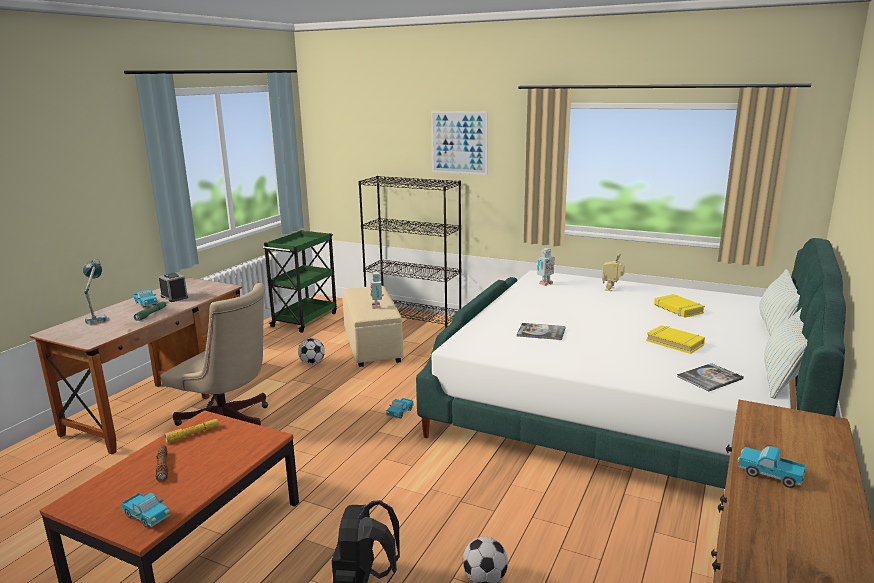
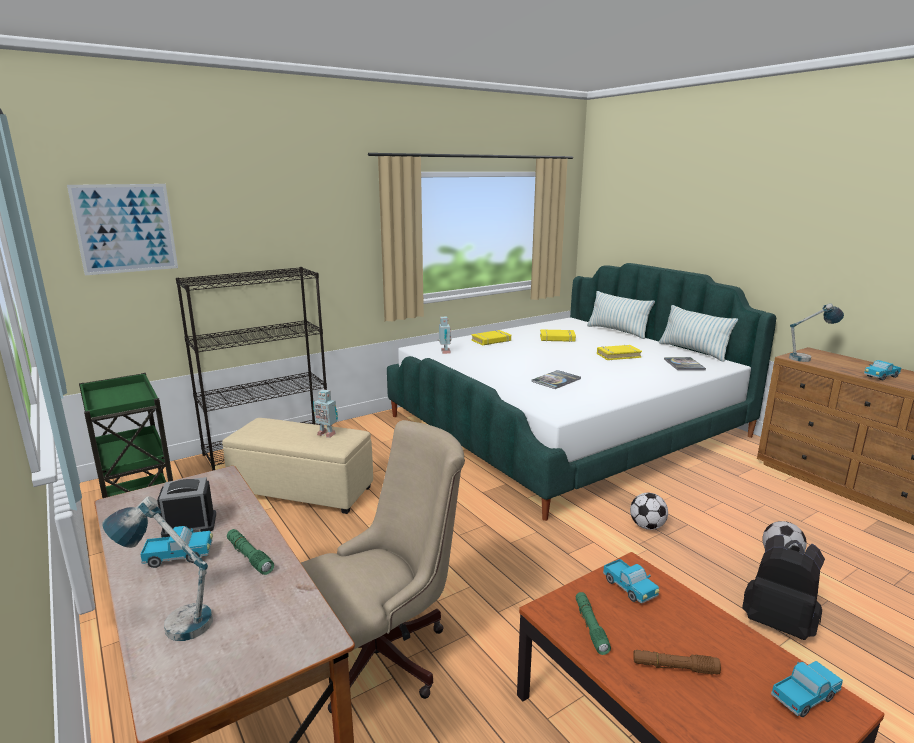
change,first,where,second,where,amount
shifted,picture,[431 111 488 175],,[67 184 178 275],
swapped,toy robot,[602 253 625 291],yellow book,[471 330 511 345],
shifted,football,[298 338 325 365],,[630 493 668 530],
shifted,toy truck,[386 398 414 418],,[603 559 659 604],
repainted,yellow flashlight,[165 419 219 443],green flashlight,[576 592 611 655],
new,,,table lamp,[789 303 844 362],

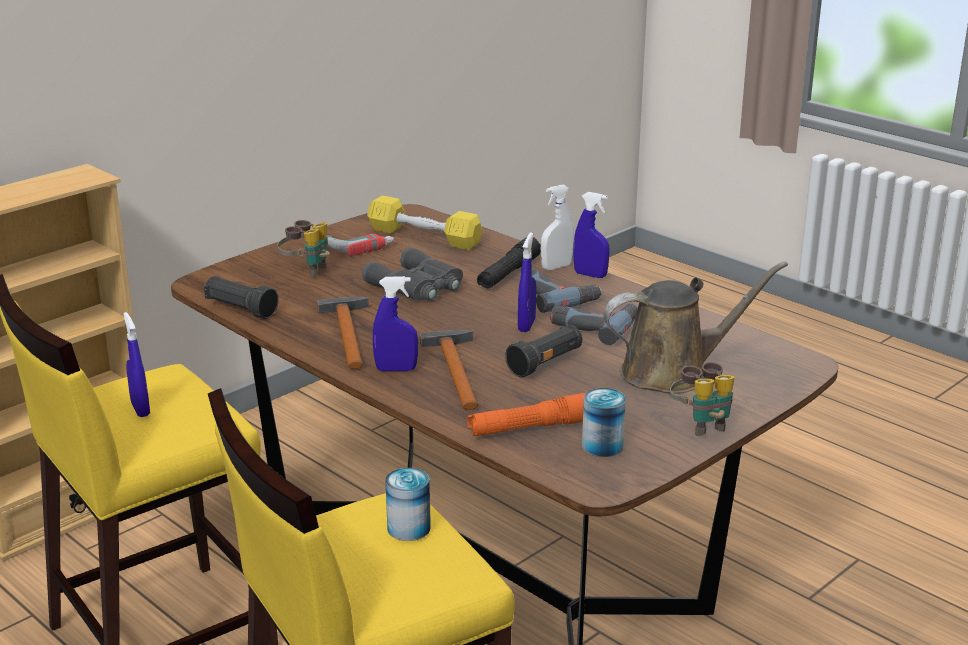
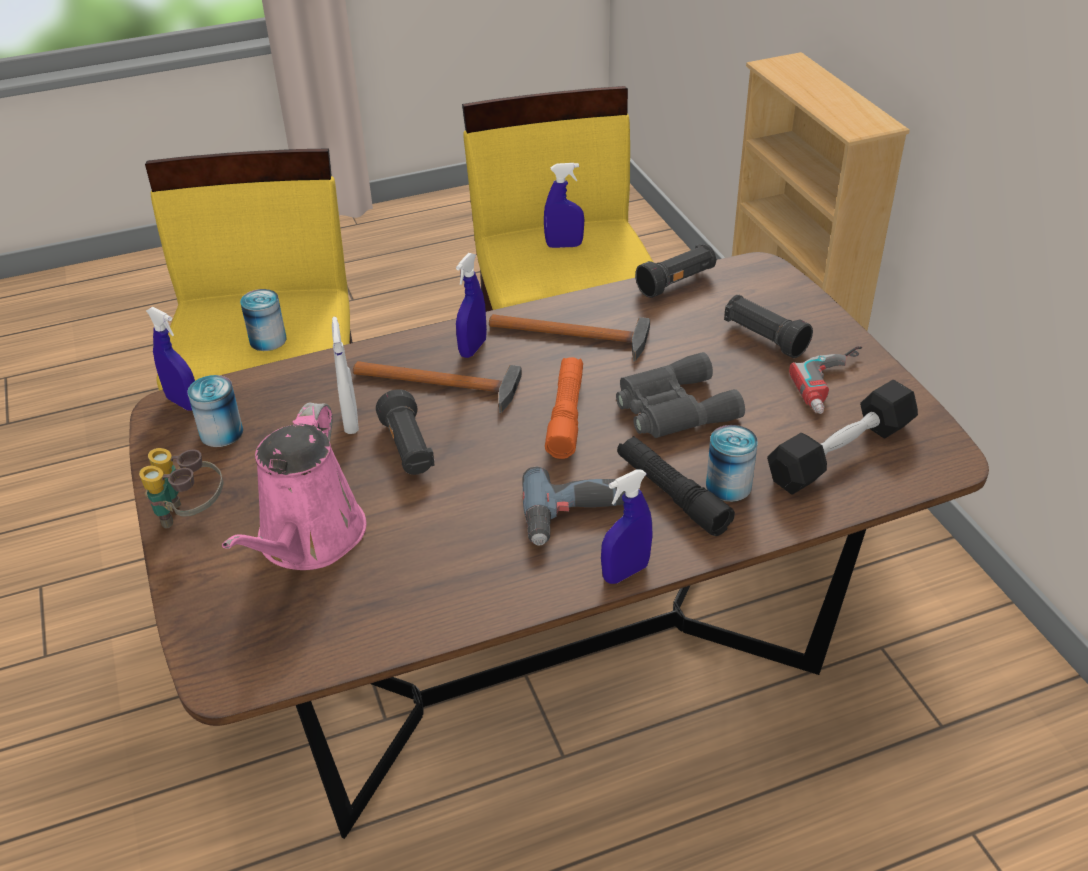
change,first,where,second,where,amount
shifted,white spray bottle,[541 185 574 270],,[332 317 359 434],
repainted,yellow dumbbell,[367 196 482 250],black dumbbell,[767 380 918 495],
swapped,binoculars,[277 220 330 277],black flashlight,[724 295 813 358],
shifted,blue spray bottle,[518 232 536 332],,[146 307 195 411],
repainted,brown watering can,[603 261 788 394],pink watering can,[222 403 366 570],
gone,power drill,[550 304 638 345],,,
shifted,orange flashlight,[467 393 585 436],,[545 357 583 459],
new,,,can,[706 425 758 502],

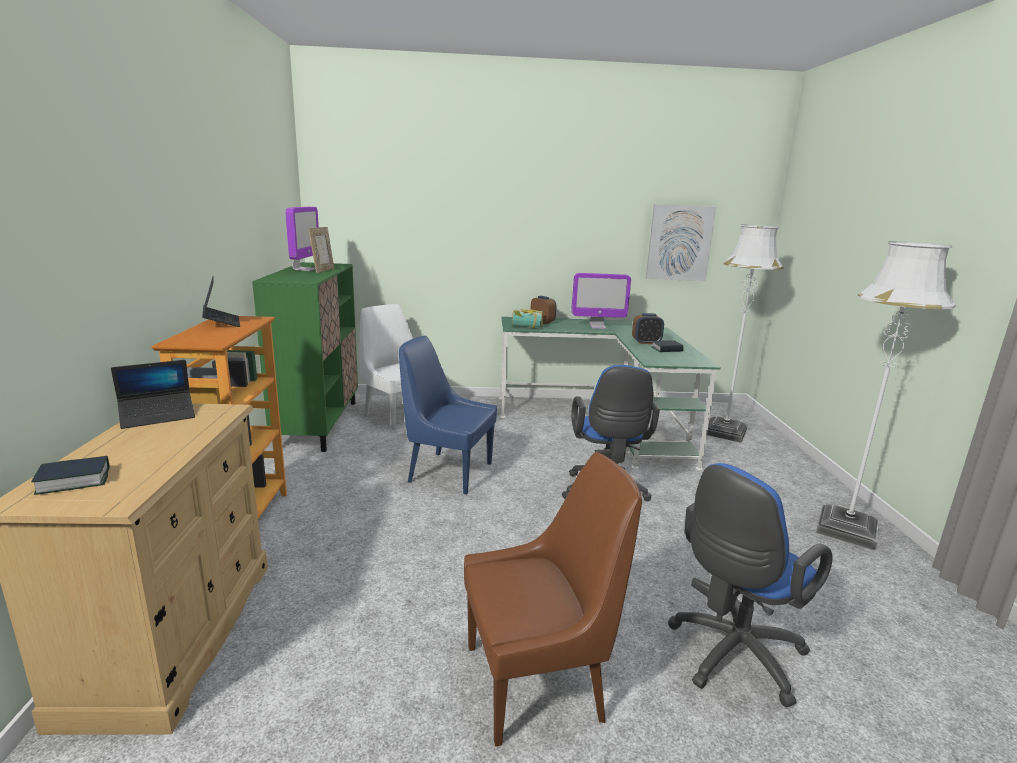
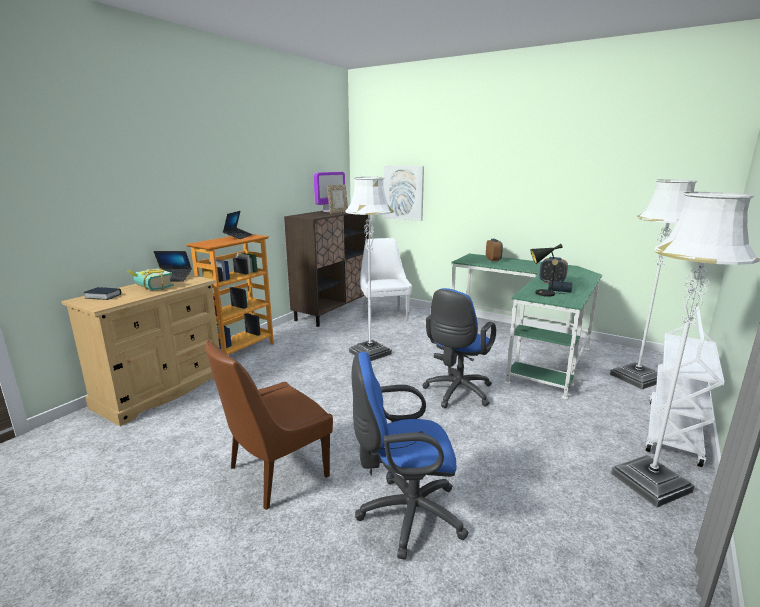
change,first,where,second,where,amount
shifted,picture,[646 204 716 281],,[384 166 424 221],
repainted,green cabinet,[252 262 358 452],brown cabinet,[284 211 369 327],
gone,monitor,[571 273 631 329],,,
shifted,book,[512 309 543 328],,[126 268 174 290],
swapped,blue chair,[399 336 497 494],white floor lamp,[345 177 393 361],
rotated,brown chair,[464 452 642 746],,[205 340 333 510],120 degrees clockwise
new,,,black table lamp,[530 244 567 297],
new,,,white cart,[645 306 725 467],

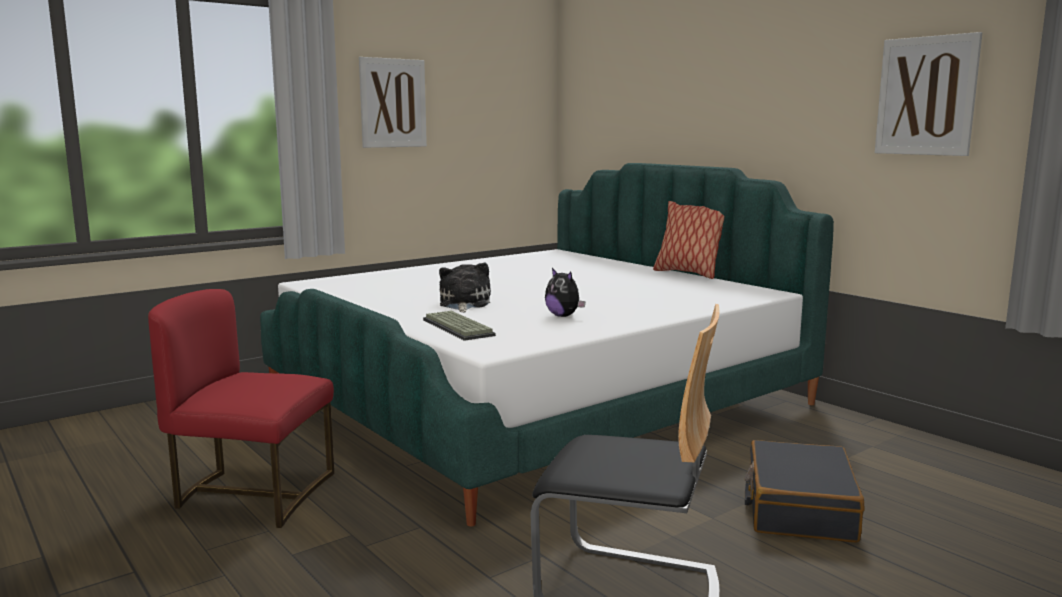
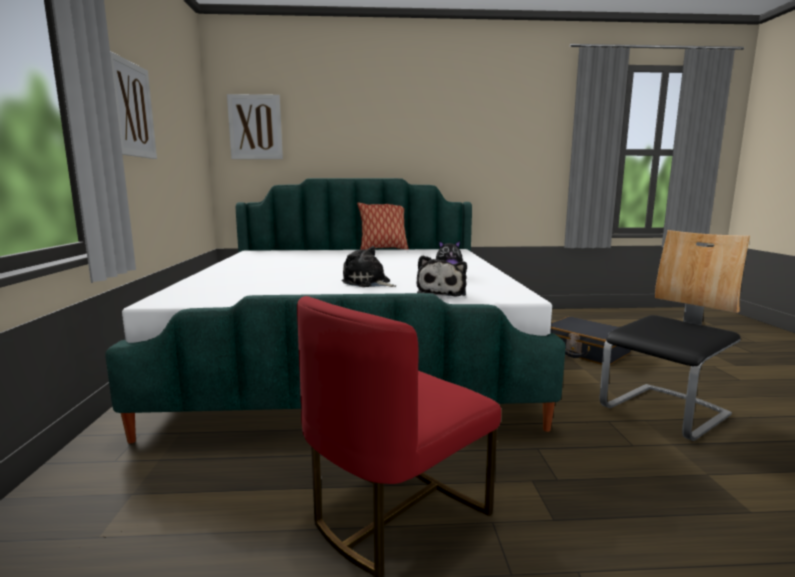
change,first,where,second,where,amount
shifted,picture,[875 32 982 156],,[227 94 283 159],
swapped,keyboard,[423 311 496 341],plush toy,[416 255 467 297],

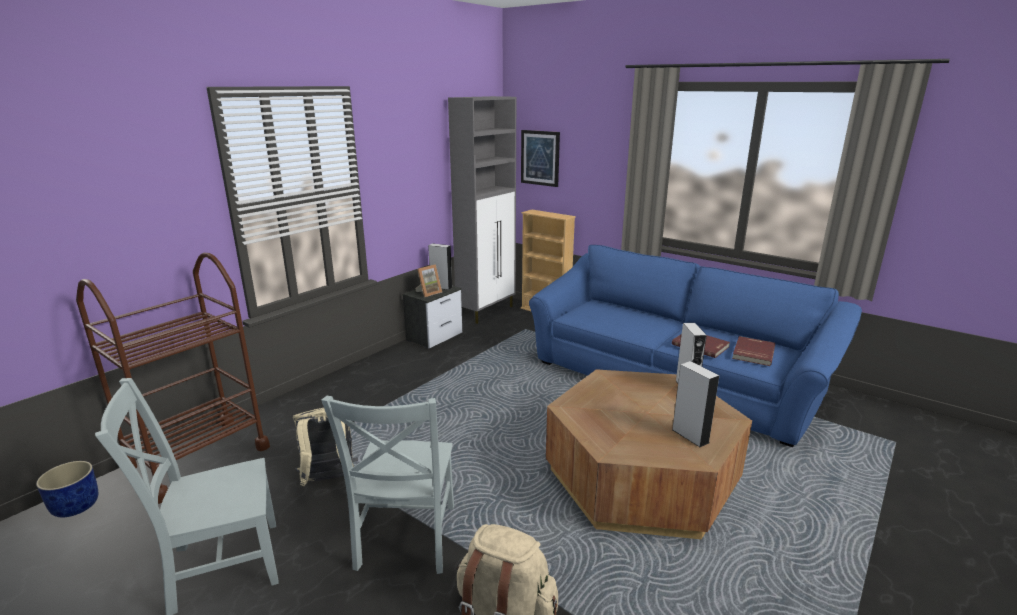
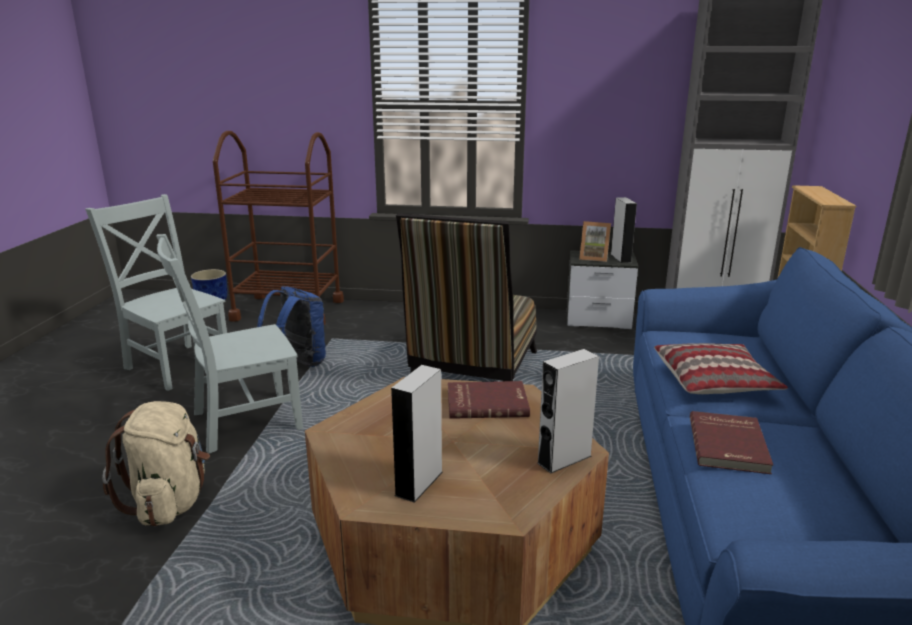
change,first,where,second,where,amount
gone,picture,[521 130 560 187],,,
shifted,red book,[732 336 775 366],,[448 381 530 419],
repainted,beige backpack,[293 408 358 486],blue backpack,[257 286 326 367],
new,,,chair,[396 213 537 381],
new,,,pillow,[654 343 788 394],

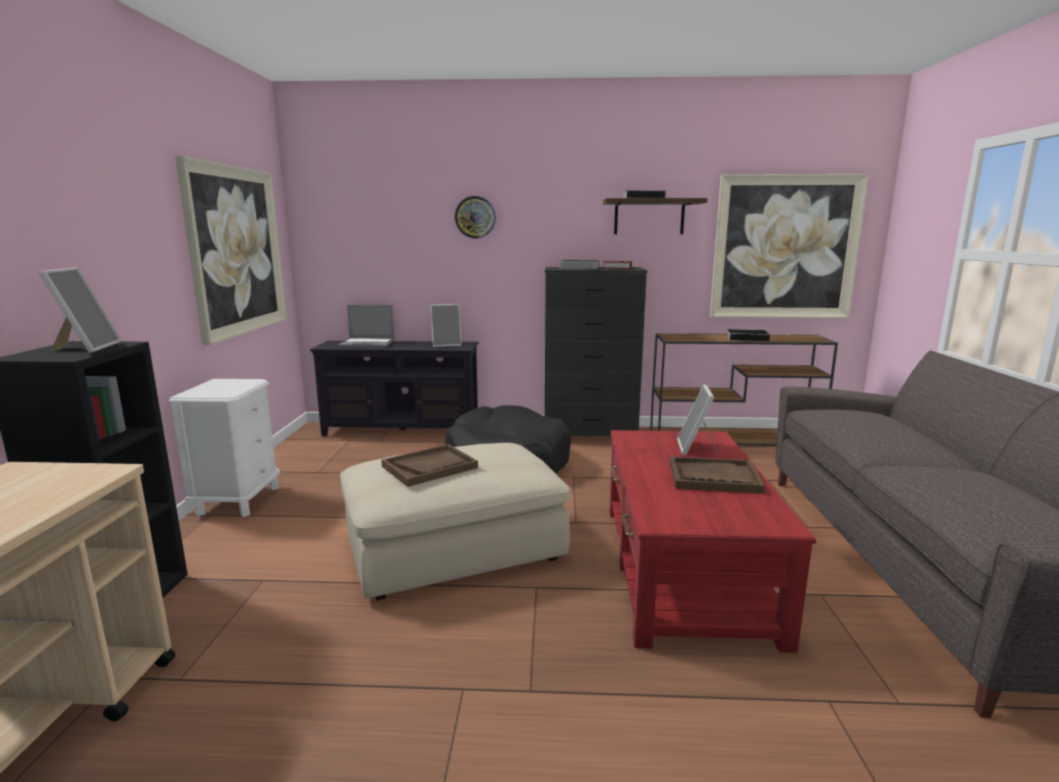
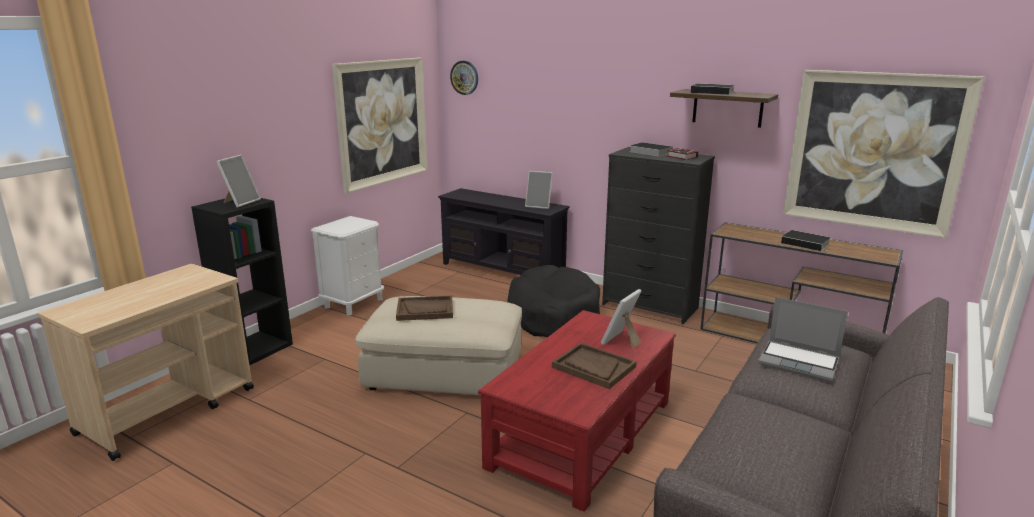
change,first,where,second,where,amount
shifted,wall clock,[455 196 496 238],,[450 61 478 95],
shifted,laptop,[339 305 395 348],,[758 297 848 382],

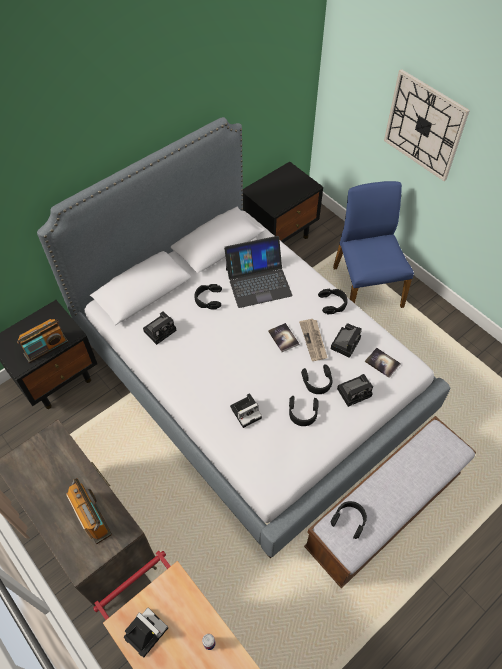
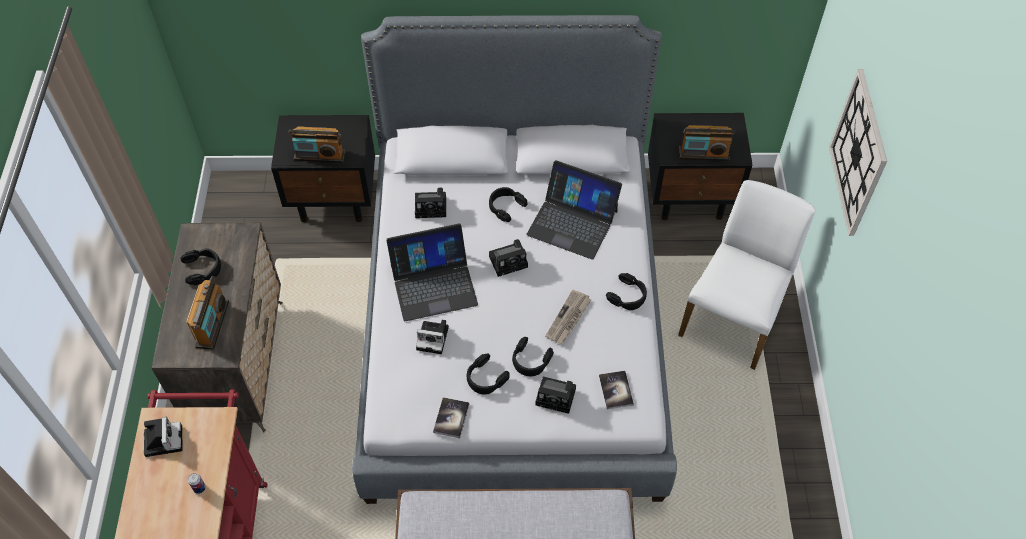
change,first,where,second,where,amount
repainted,blue chair,[333 181 414 308],white chair,[678 180 816 370],
shifted,book,[268 323 299 352],,[433 397 469 438],
shifted,photo camera,[331 323 362 358],,[489 239 528 277],
shifted,black headphones,[331 501 367 539],,[181 248 221 285],
new,,,radio,[679 125 735 161],
new,,,laptop,[386 223 478 321],

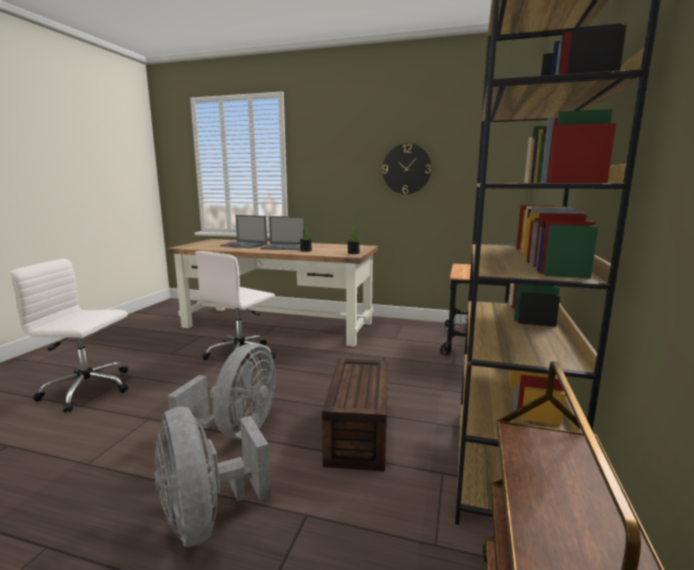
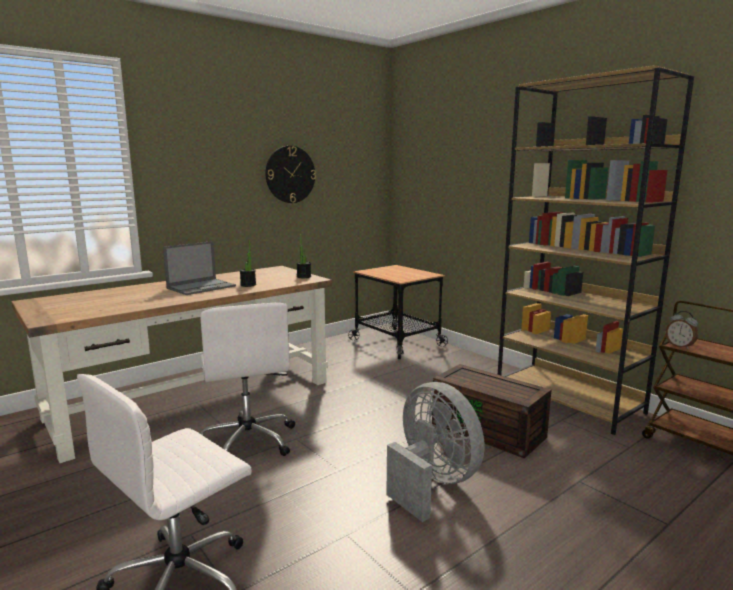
change,first,where,second,where,amount
gone,laptop,[220 215 267 248],,,
gone,grey fan,[154 407 271 547],,,
new,,,alarm clock,[666 311 698 349],

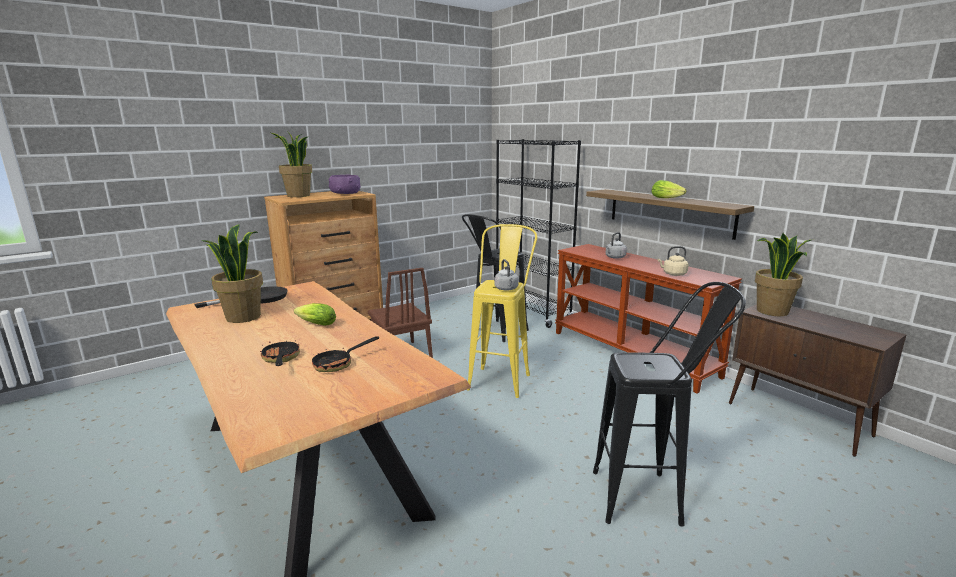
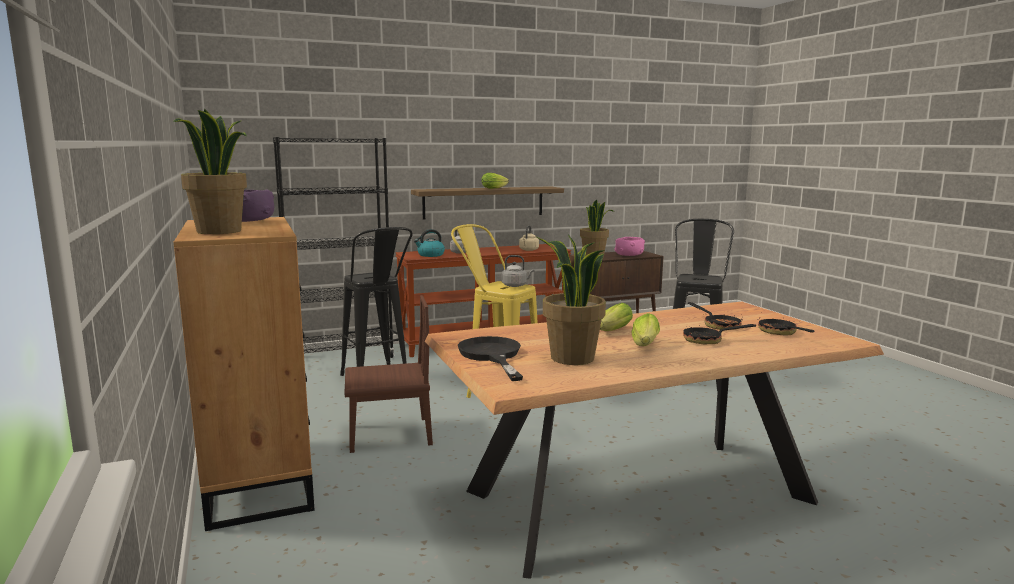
change,first,where,second,where,amount
new,,,kettle,[414 229 445 257],
new,,,pink bowl,[615 237 645 256],
new,,,lettuce,[631 313 660 346],
new,,,frying pan,[757 317 814 336],

